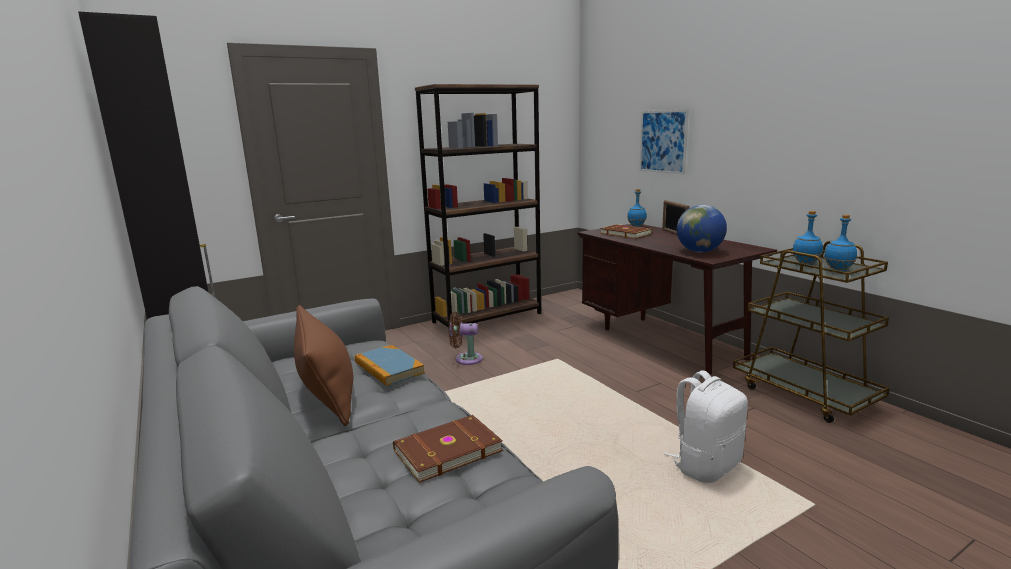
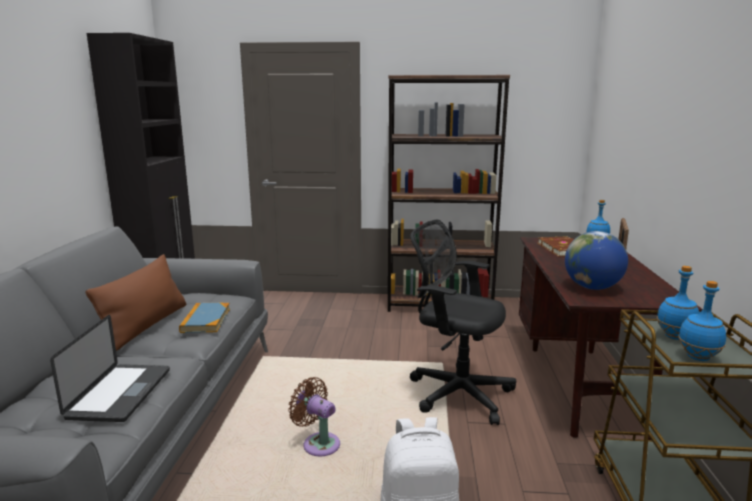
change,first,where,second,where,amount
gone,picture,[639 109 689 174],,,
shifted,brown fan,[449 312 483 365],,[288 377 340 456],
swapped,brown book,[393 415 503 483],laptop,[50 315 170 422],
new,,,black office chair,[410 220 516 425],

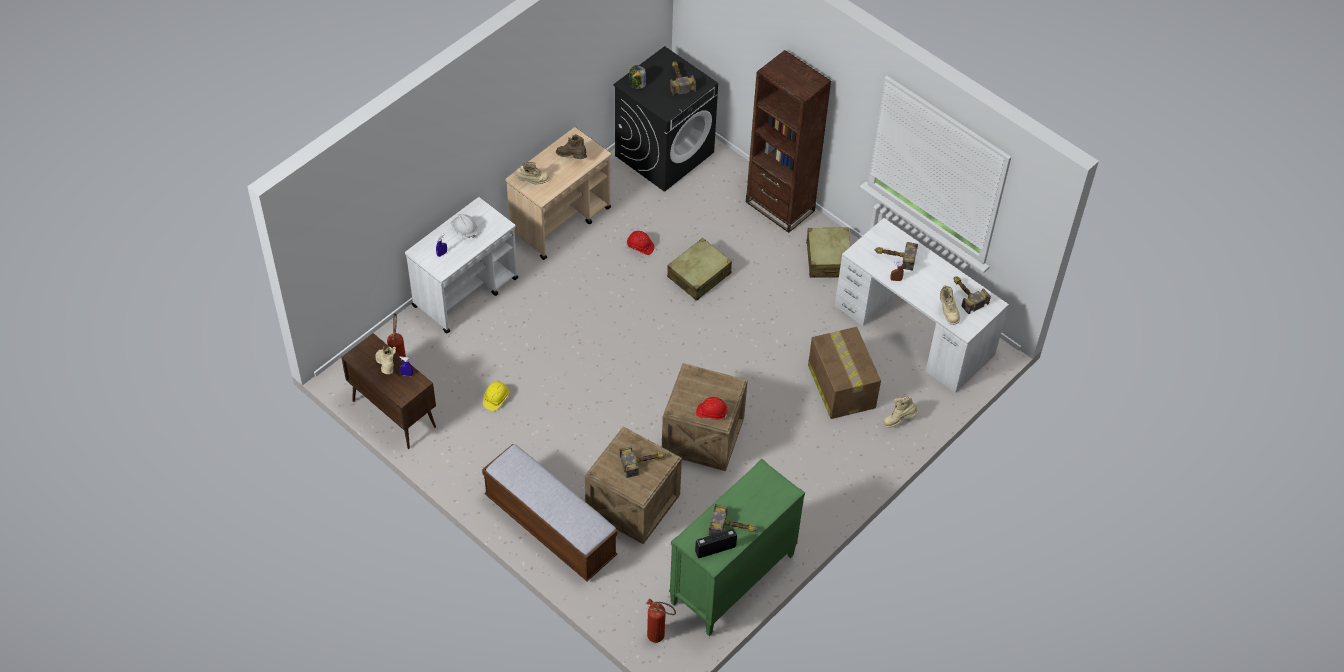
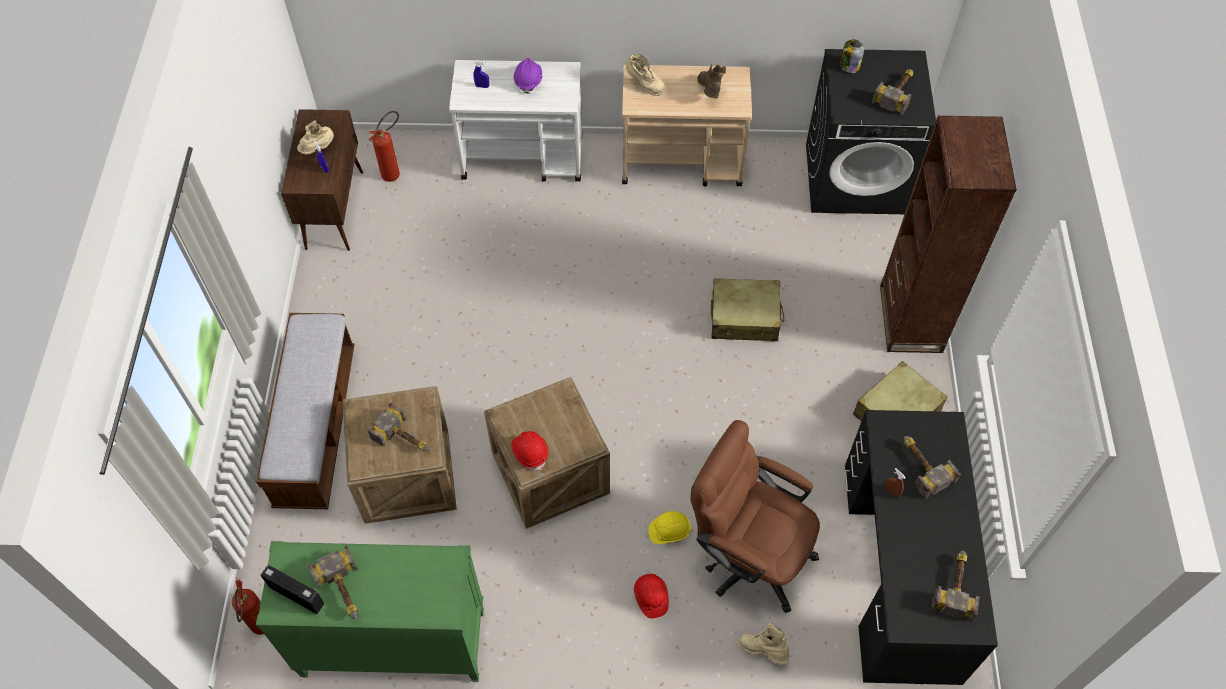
change,first,where,second,where,amount
repainted,white hard hat,[450 214 477 238],purple hard hat,[514 58 542 94],
repainted,white desk,[835 218 1009 393],black desk,[845 410 998 685],
shifted,red hard hat,[627 231 655 255],,[634 574 669 618],
gone,beige boot,[940 285 960 325],,,
swapped,cardboard box,[808 327 881 419],brown office chair,[691 420 820 613],
shifted,yellow hard hat,[483 382 509 411],,[648 511 690 544],

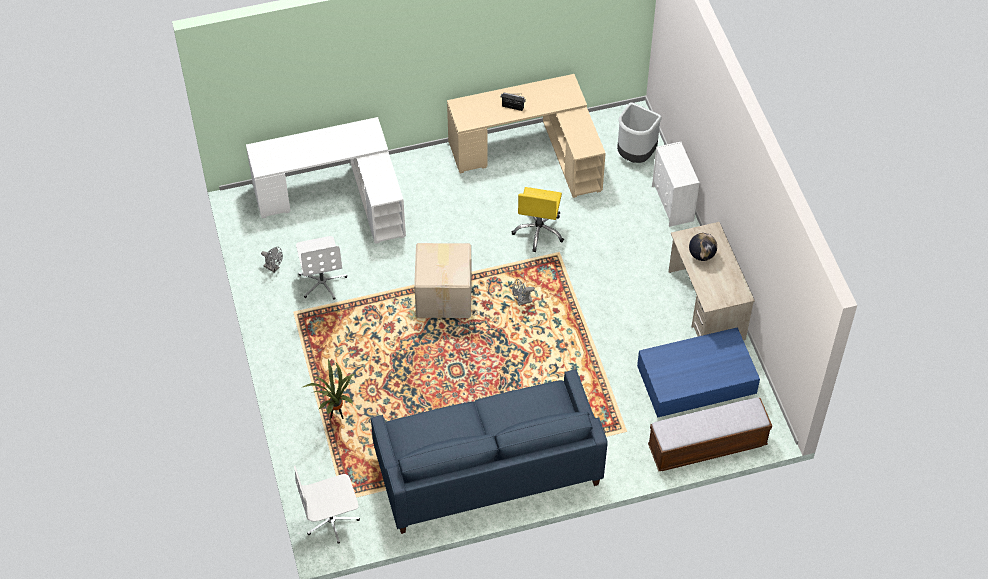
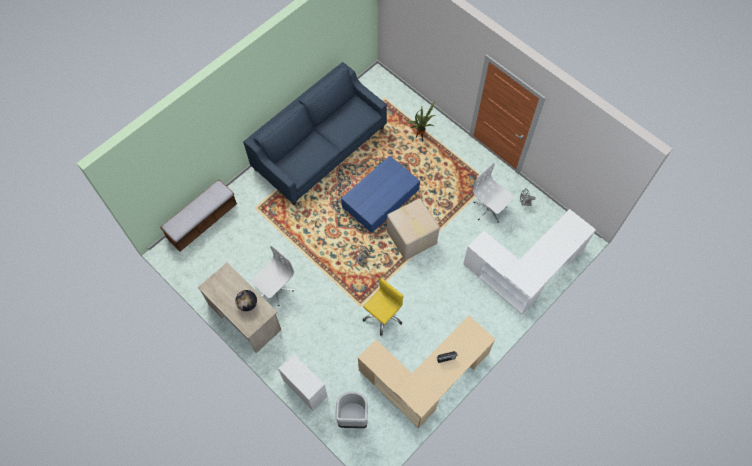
change,first,where,second,where,amount
rotated,yellow office chair,[512 187 564 252],,[363 278 403 336],60 degrees clockwise
shifted,blue coffee table,[637 327 760 418],,[341 156 420 233],
shifted,white office chair,[294 466 360 544],,[251 246 294 306],

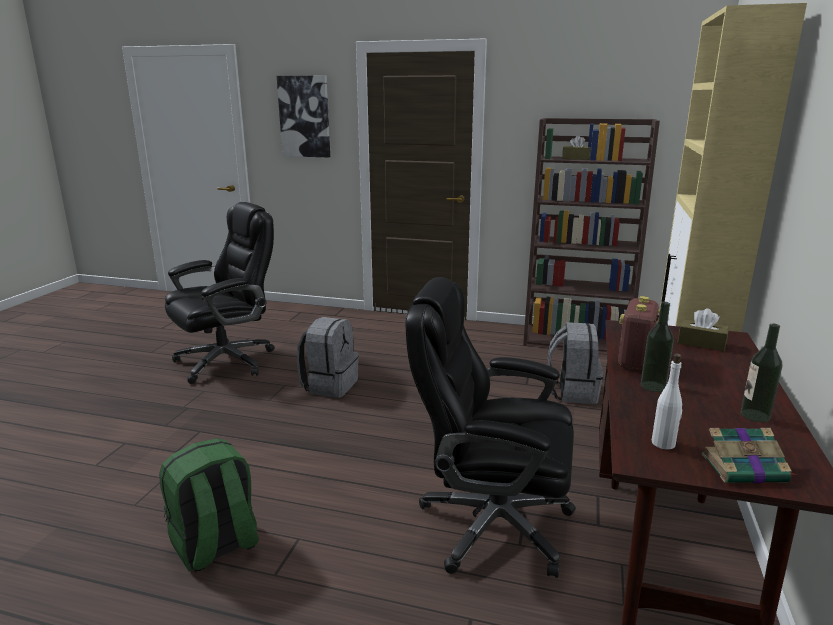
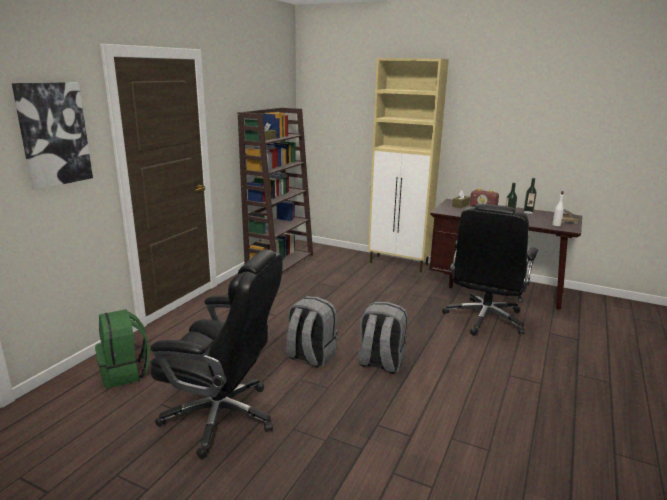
change,first,where,second,where,amount
rotated,black office chair,[165 202 275 384],,[150 250 283 459],135 degrees clockwise
shifted,grey backpack,[548 322 603 404],,[358 302 408 374],
shifted,green backpack,[159 438 259 572],,[95 309 149 388],

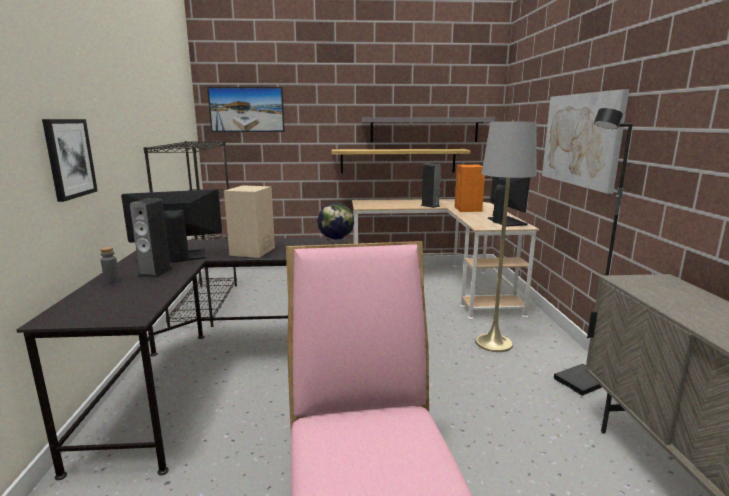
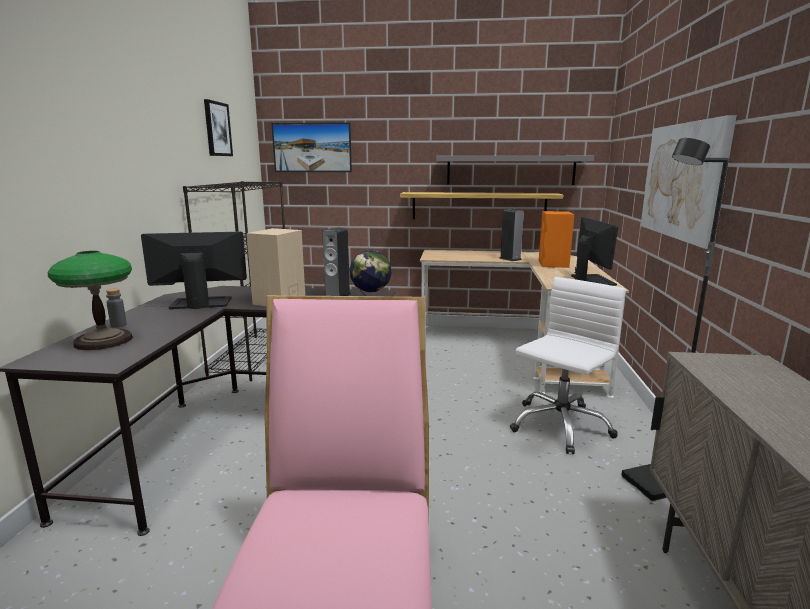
change,first,where,second,where,amount
shifted,picture,[42 119 98 202],,[204 99 233 156],
swapped,grey floor lamp,[475 120 536 352],white office chair,[510 277 626 454],
shifted,speaker,[130 198 172 278],,[322 227 351 296],
new,,,table lamp,[48 251 133 350],

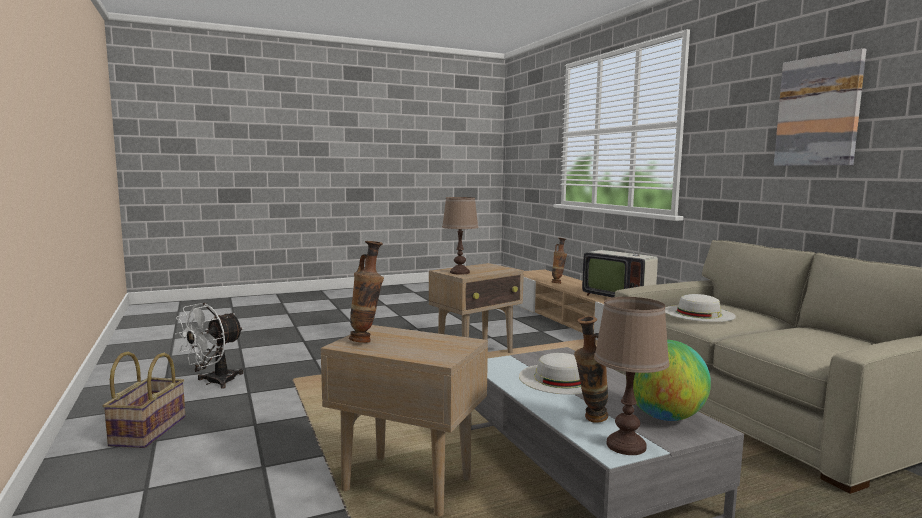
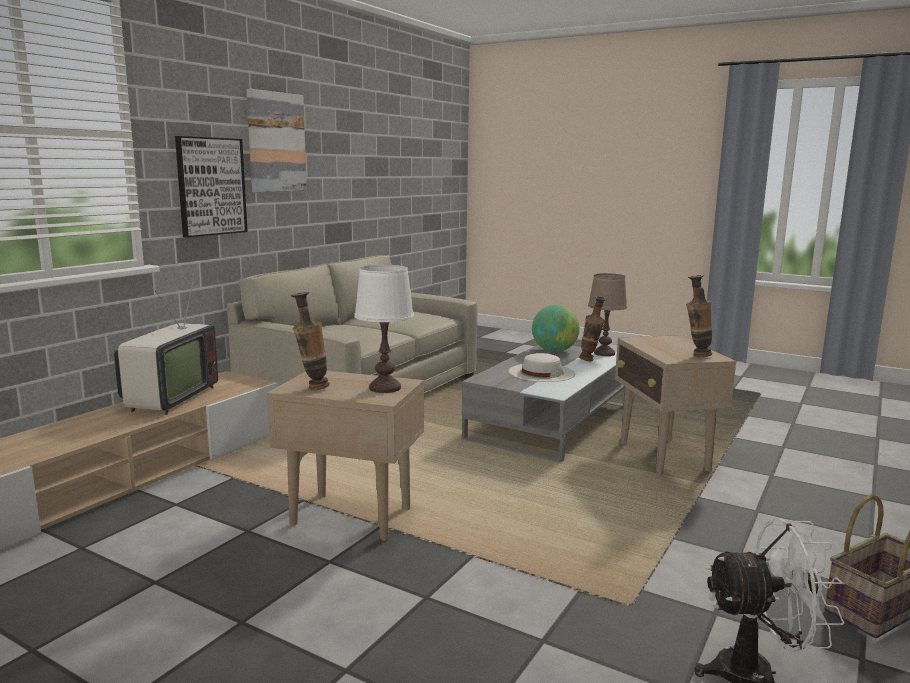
change,first,where,second,where,amount
repainted,brown table lamp,[442 197 479 275],white table lamp,[354 265 414 393],
shifted,vase,[551 238 567 284],,[291 292 330 390],
gone,white hat,[665 294 736 322],,,
new,,,picture,[175 136 248 238],

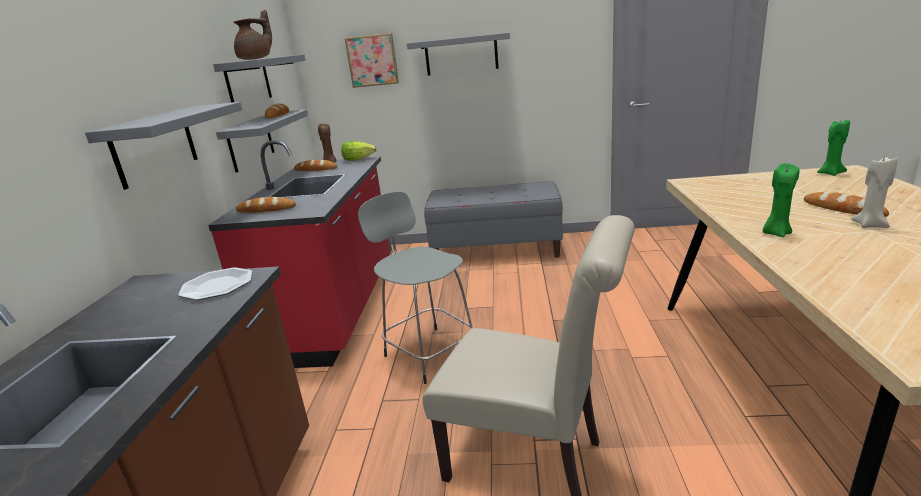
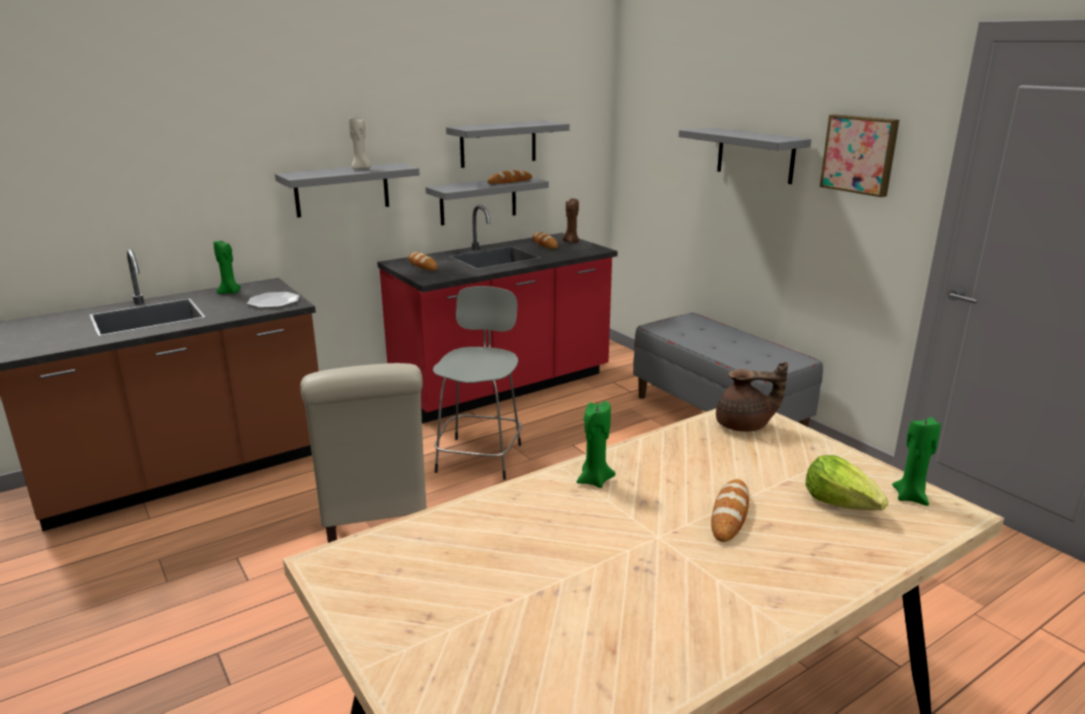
change,first,where,second,where,amount
shifted,brown teapot,[233 10 272 60],,[716 362 788 432],
shifted,picture,[345 33 399 88],,[820 114 899 197],
shifted,lettuce,[341 141 376 161],,[806 455 888 510],
shifted,beige candle,[851 155 898 228],,[349 116 371 169],
new,,,green candle,[213 241 241 294],

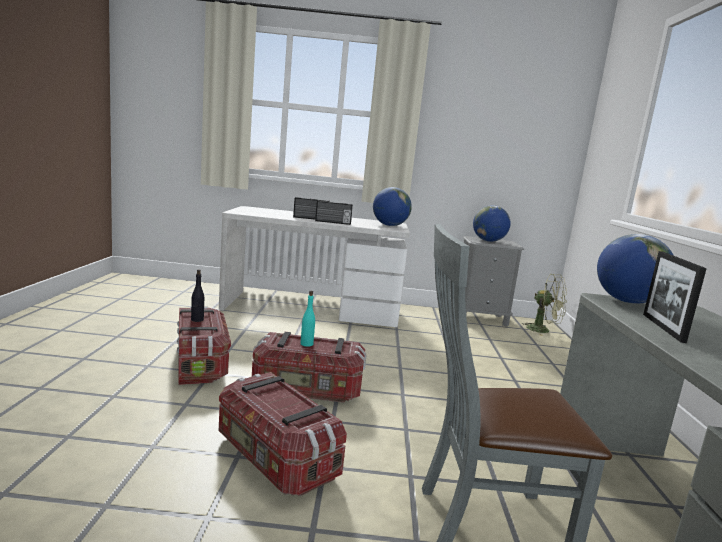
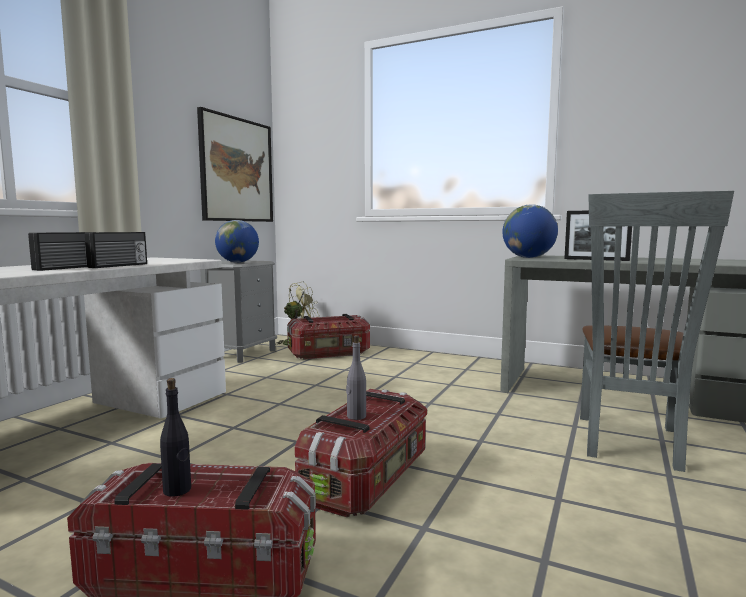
change,first,where,second,where,amount
gone,globe,[373 187 412 226],,,
repainted,turquoise bottle,[301 291 315 347],grey bottle,[346 335 366 420],
shifted,storage box,[219 372 347 496],,[287 314 370 360],
new,,,picture,[197 107 273 222],

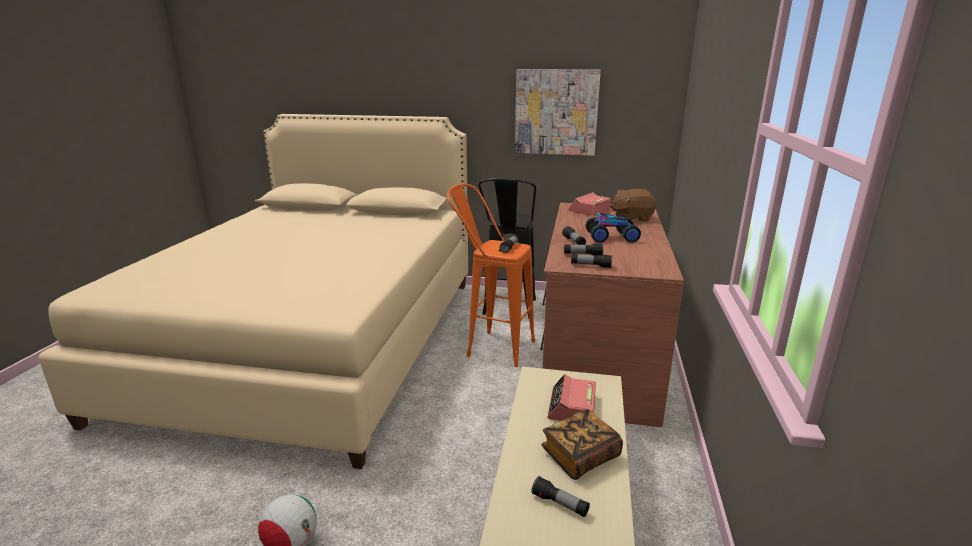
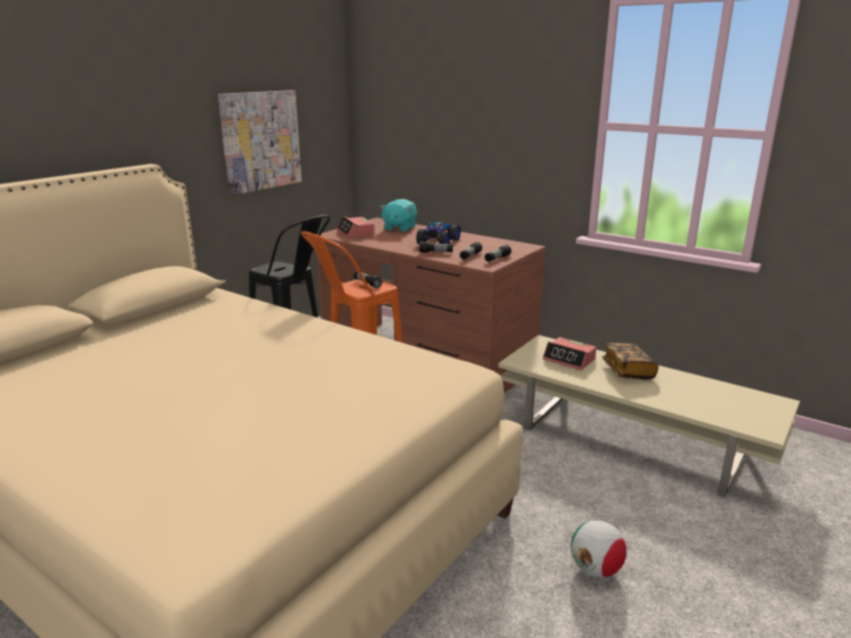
change,first,where,second,where,amount
repainted,brown plush toy,[610 189 656 222],turquoise plush toy,[380 199 417 232],
gone,flashlight,[532 476 590 517],,,

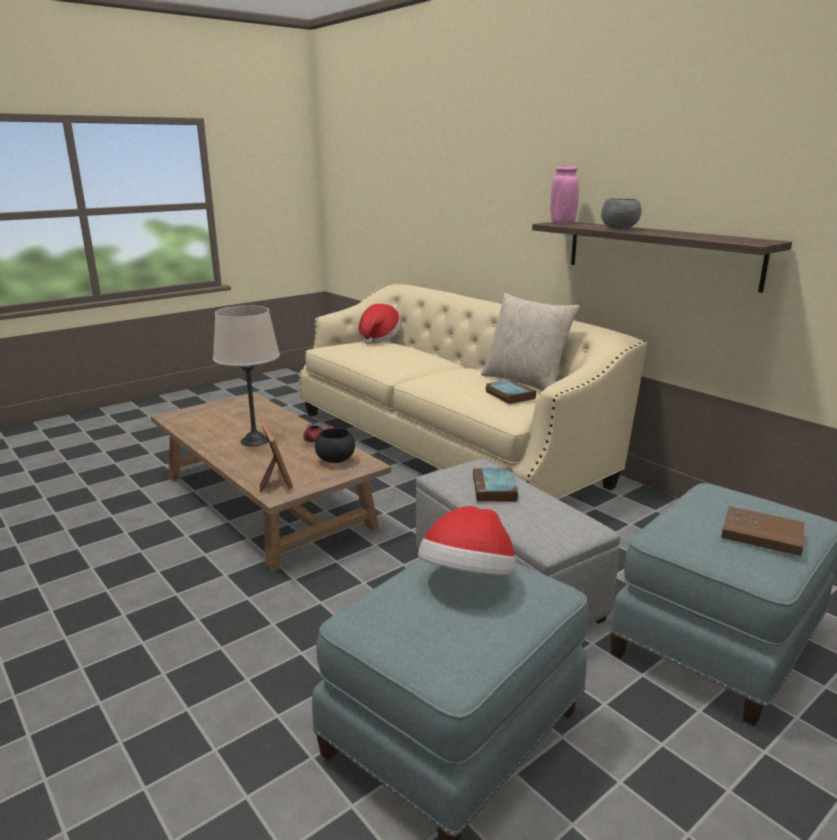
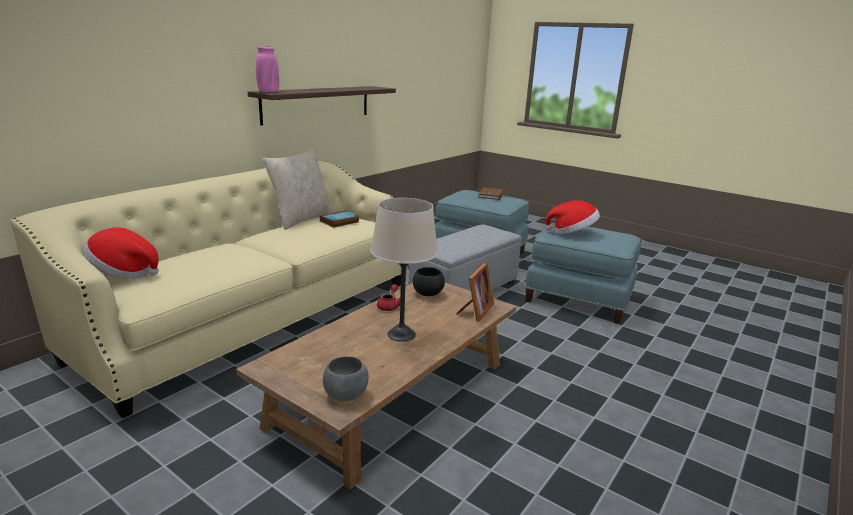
change,first,where,second,where,amount
shifted,grey bowl,[601 199 641 230],,[323 356 369 401],
rotated,picture frame,[260 421 293 492],,[457 263 494 321],150 degrees clockwise
gone,book,[473 468 518 502],,,

